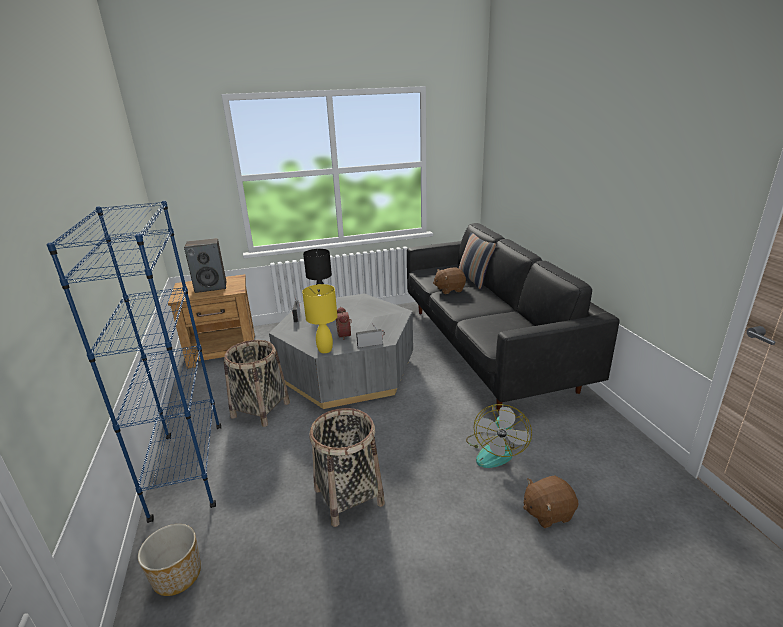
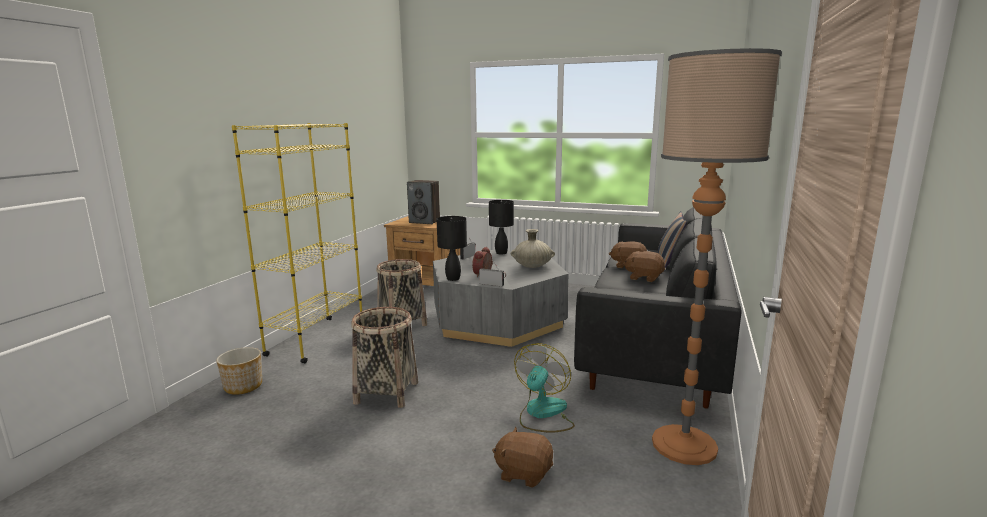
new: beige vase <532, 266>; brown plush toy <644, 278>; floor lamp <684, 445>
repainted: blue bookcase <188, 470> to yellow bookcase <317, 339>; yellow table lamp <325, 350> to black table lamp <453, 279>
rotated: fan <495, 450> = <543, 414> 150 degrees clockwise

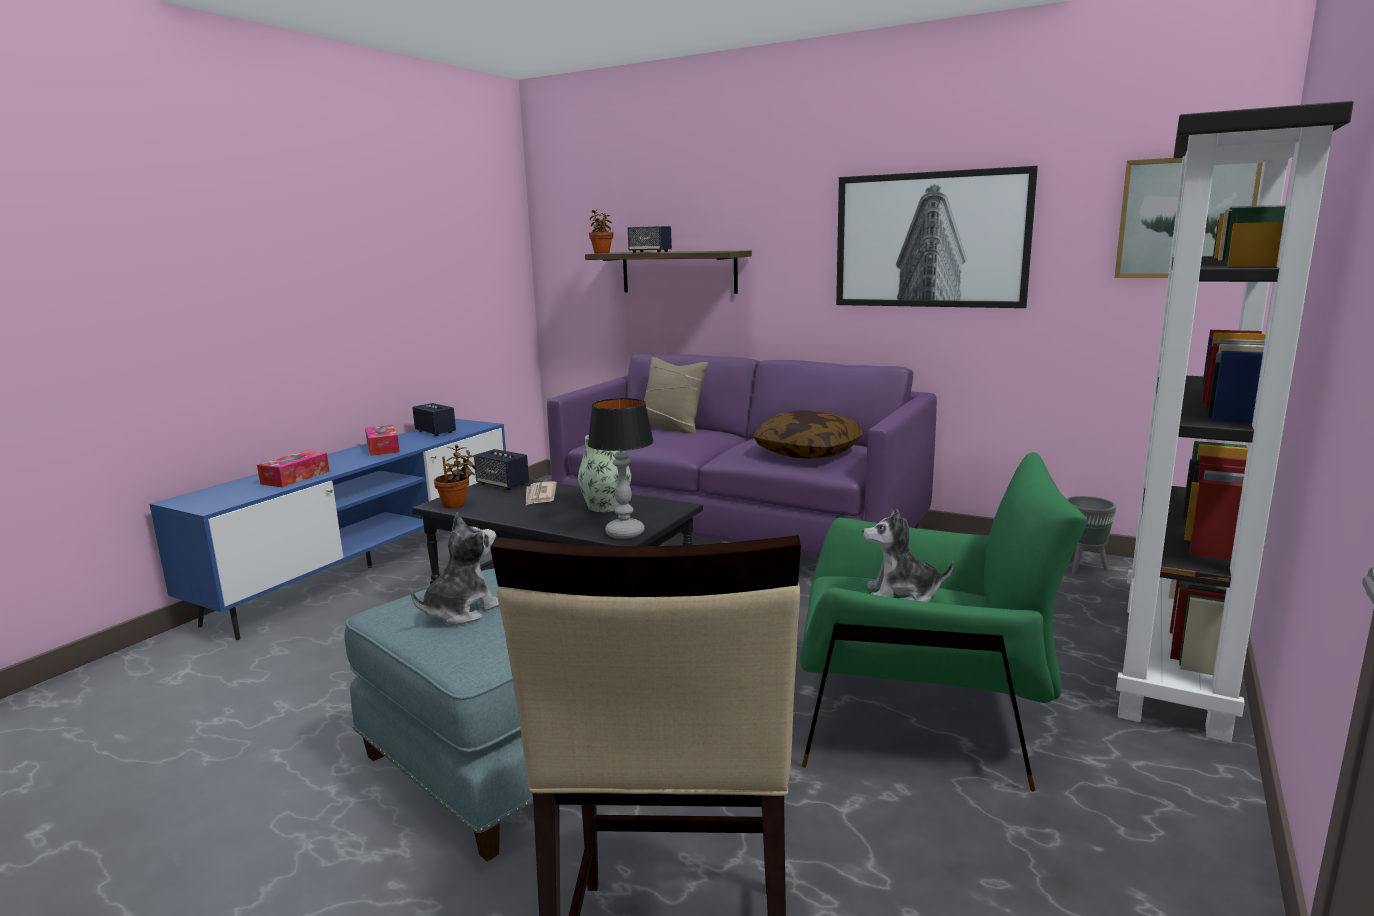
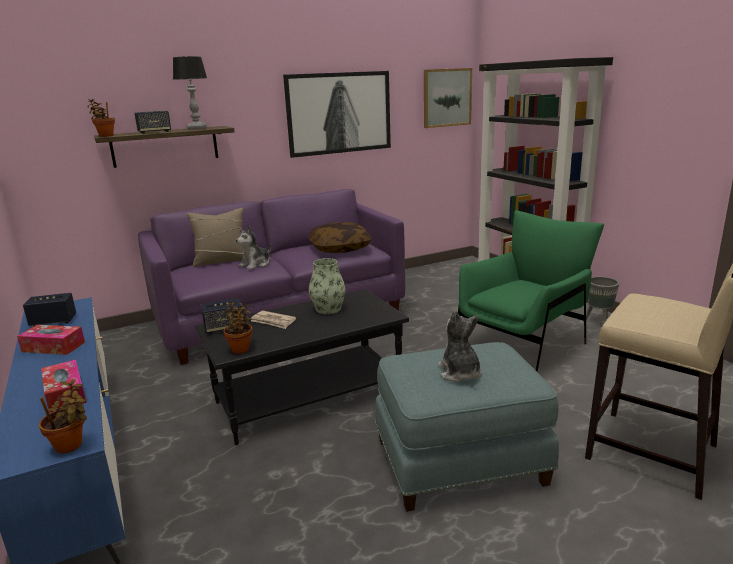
new: potted plant <72, 445>
shifted: table lamp <626, 533> to <197, 129>; plush toy <902, 595> to <255, 264>; grey planter <1084, 568> to <599, 322>

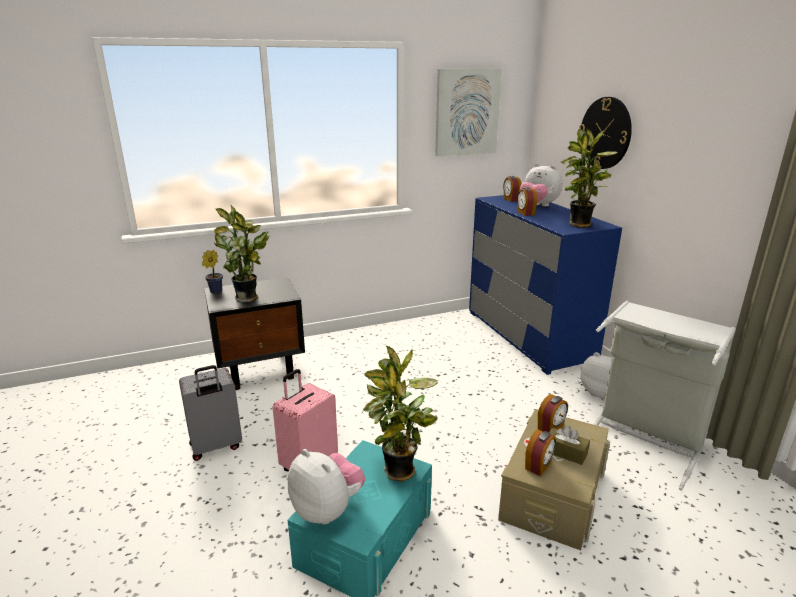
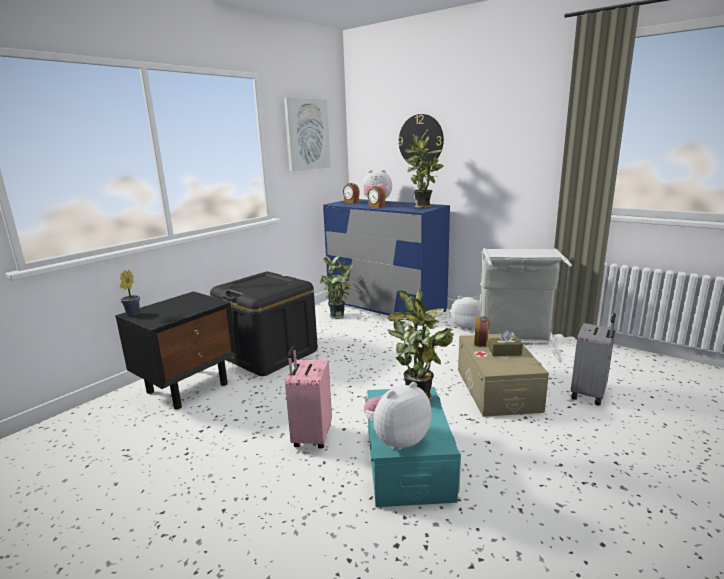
gone: alarm clock <538, 466>
new: black storage box <268, 353>
shifted: grey suitcase <216, 447> to <589, 394>; potted plant <249, 298> to <338, 316>
rotated: plush toy <327, 510> = <397, 439> 45 degrees counterclockwise

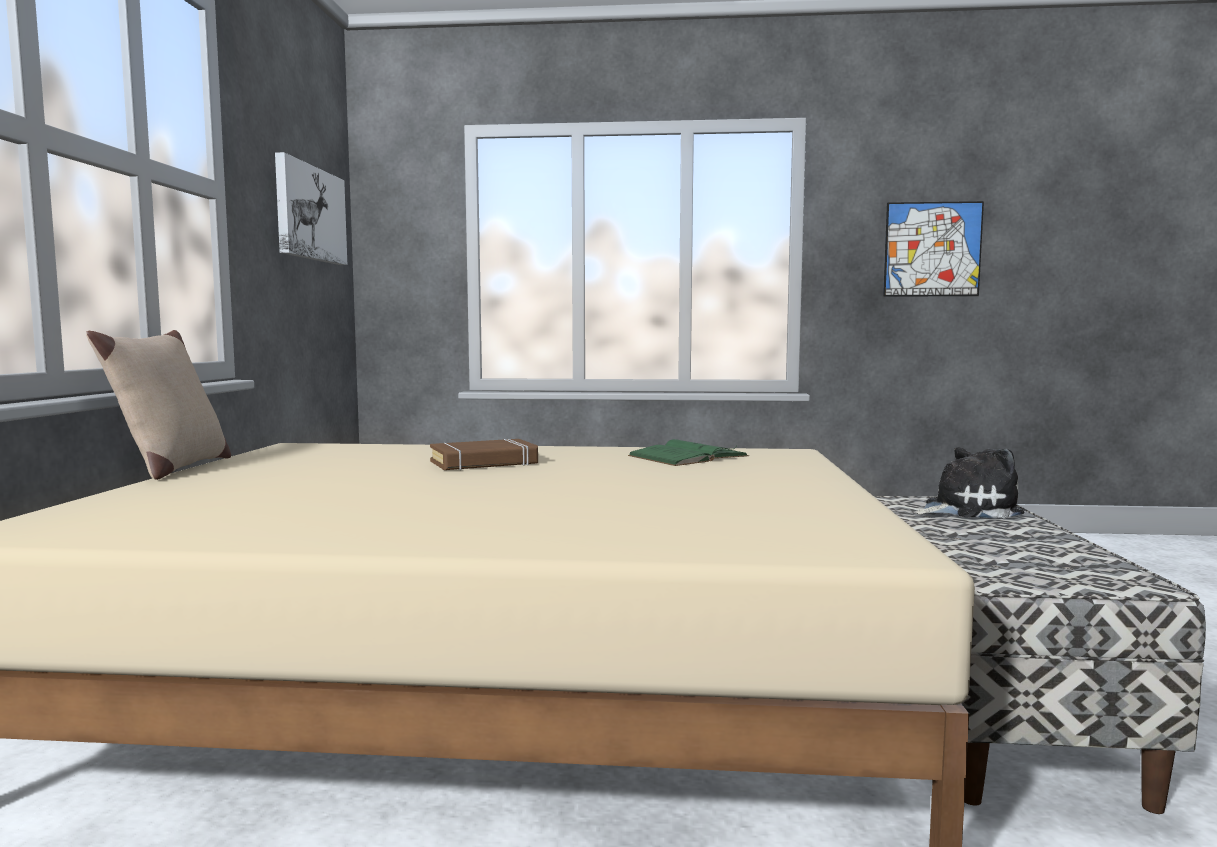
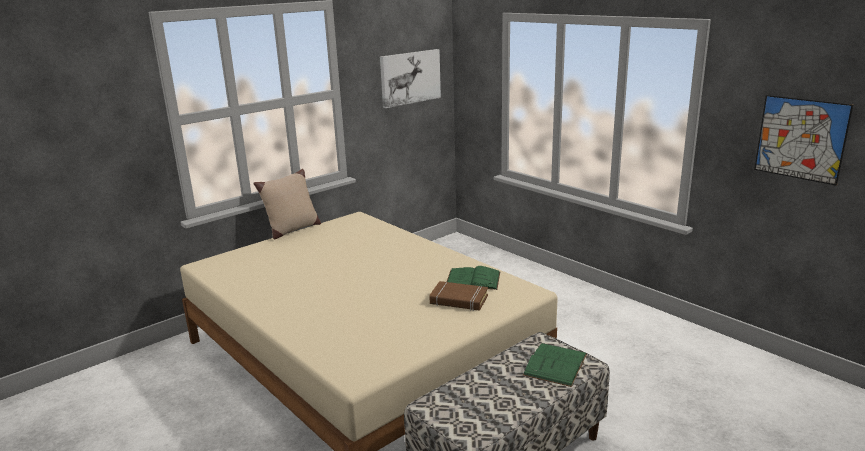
shifted: brown book <484, 463> to <458, 300>
swapped: plush toy <966, 509> to green book <555, 364>

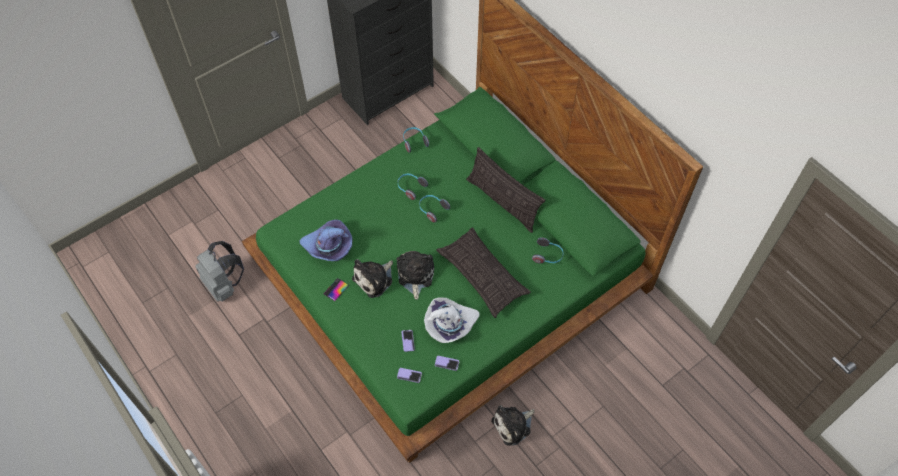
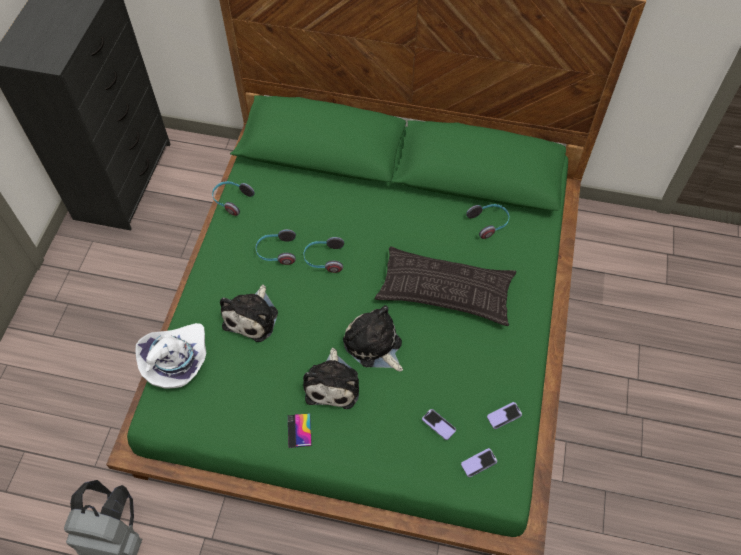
gone: purple hat <328, 247>; pillow <502, 202>
shifted: white hat <450, 324> to <176, 360>; plush toy <513, 425> to <252, 317>

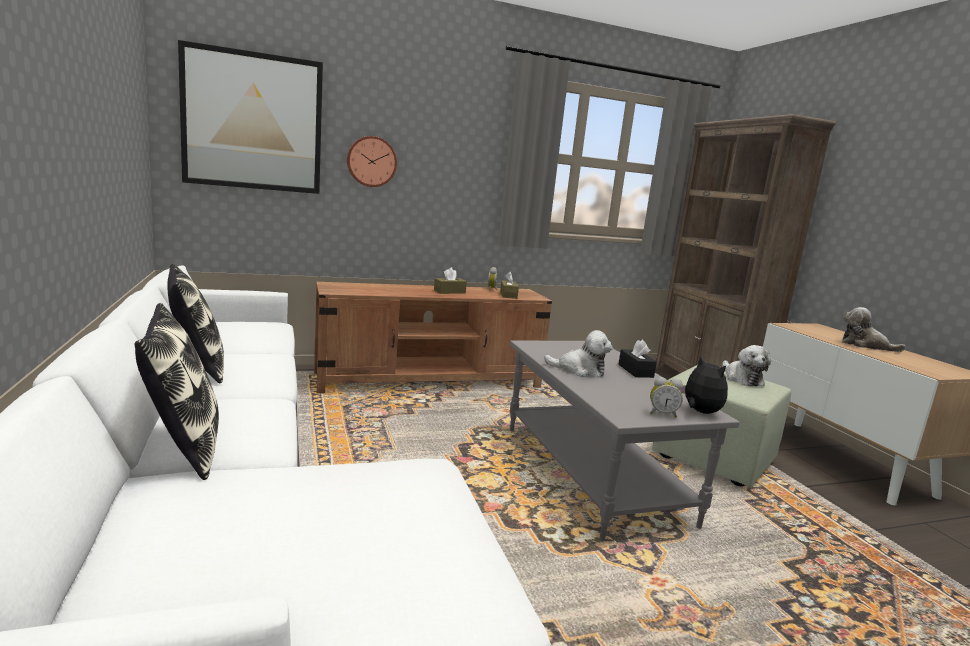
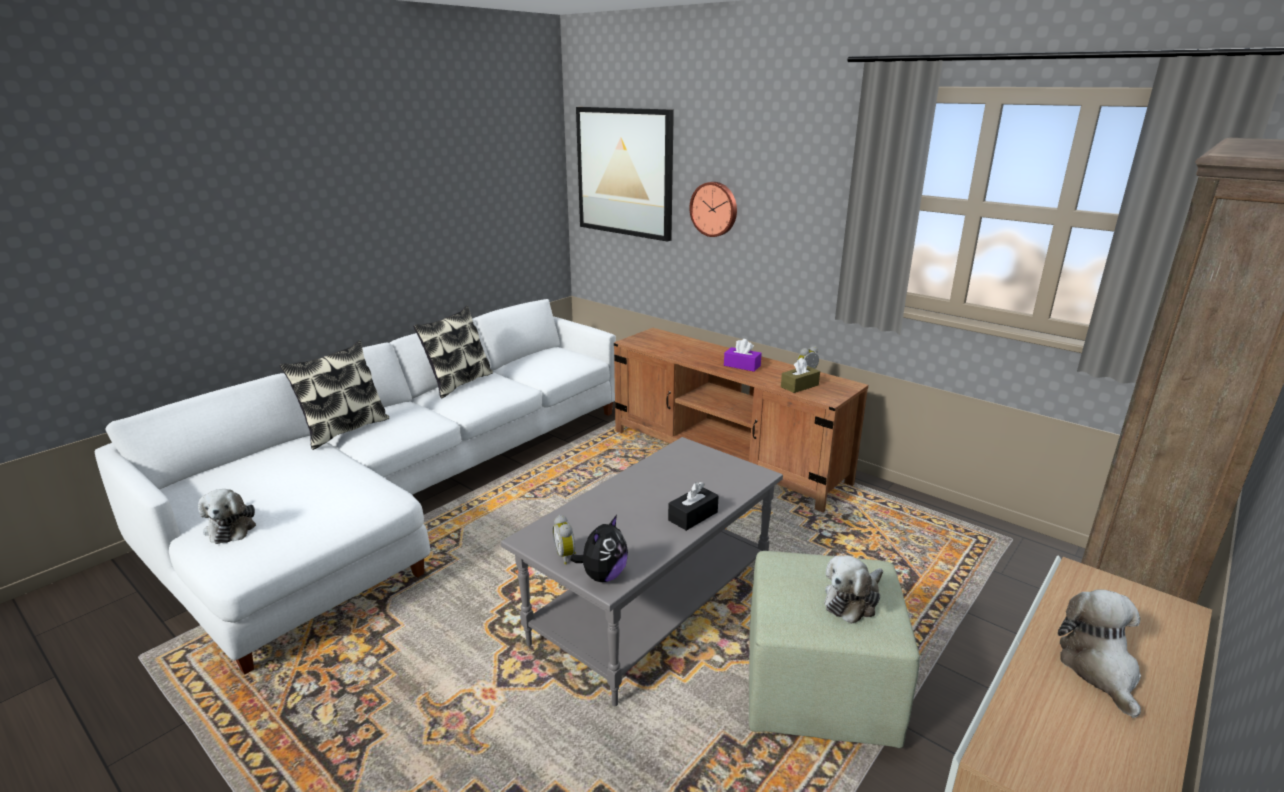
shifted: plush toy <580, 370> to <231, 527>
repainted: brown tissue box <449, 292> to purple tissue box <742, 366>

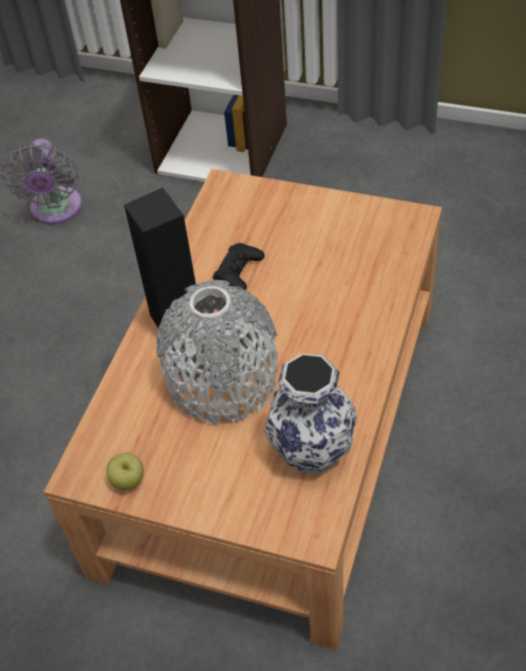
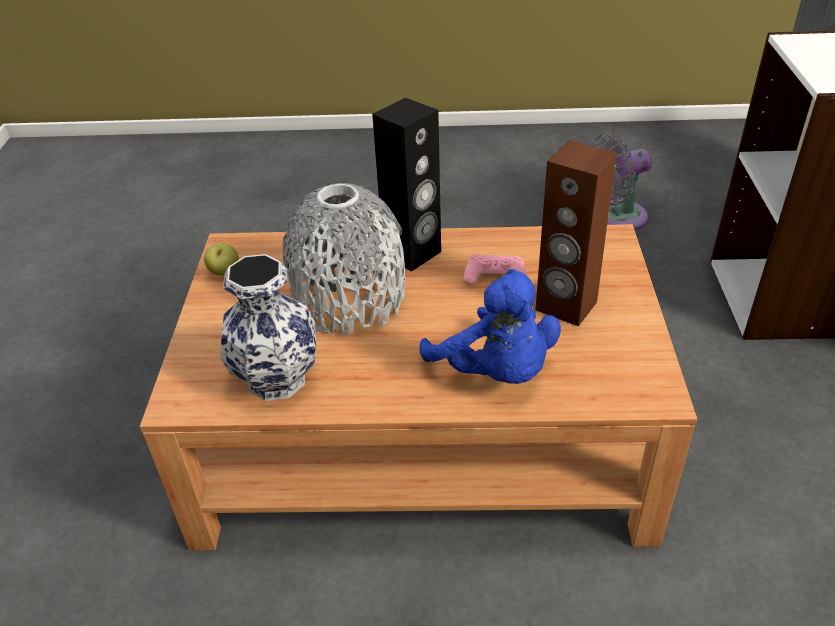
new: blue plush toy <495, 372>; brown speaker <565, 306>
repainted: black game controller <239, 271> to pink game controller <495, 276>

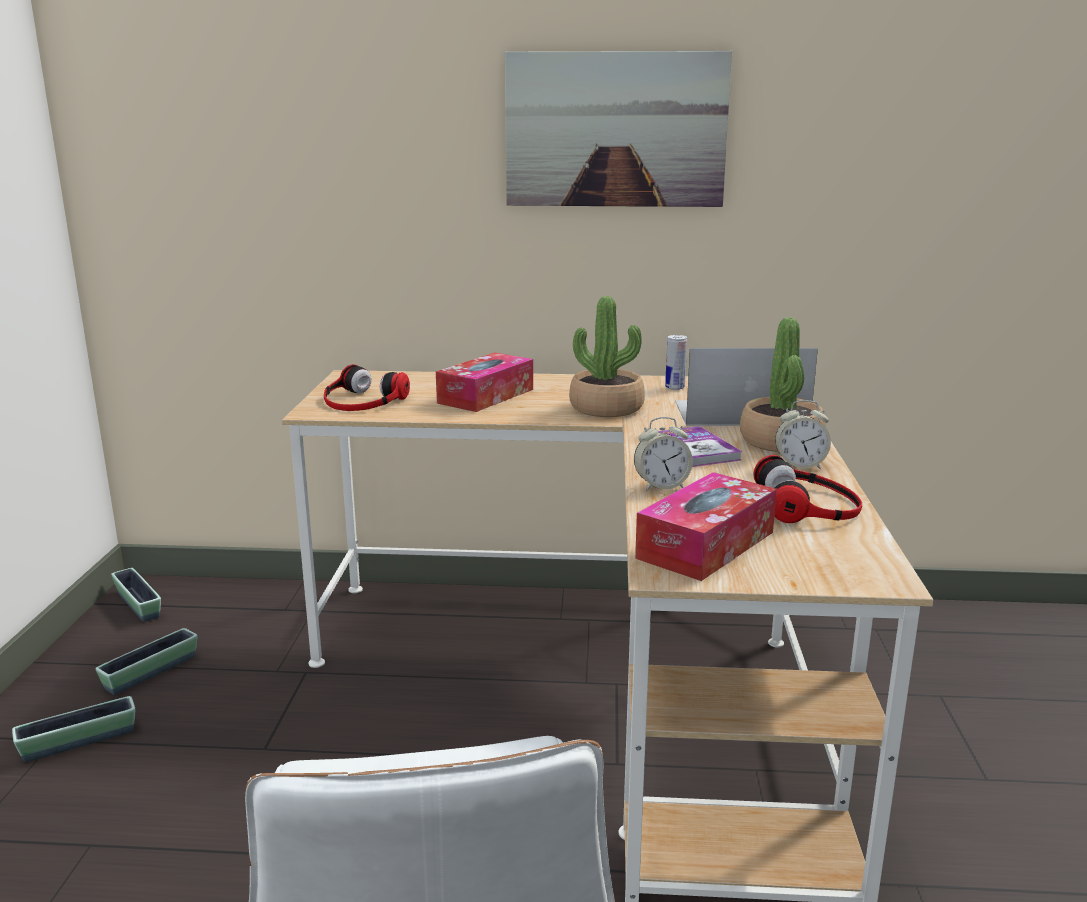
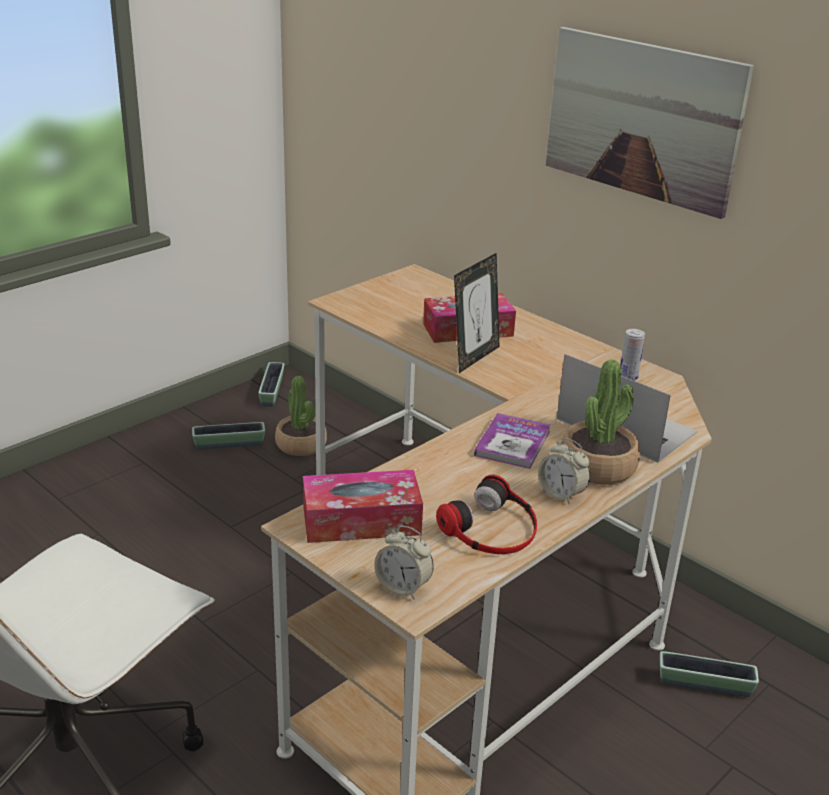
gone: headphones <362, 400>
new: picture frame <474, 357>
shifted: planter <79, 742> to <704, 684>; potted plant <606, 408> to <301, 444>; alarm clock <661, 486> to <403, 588>

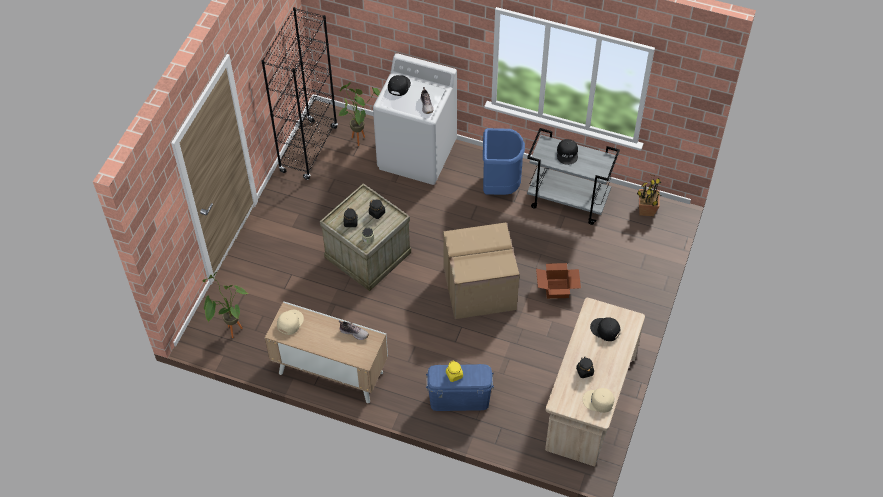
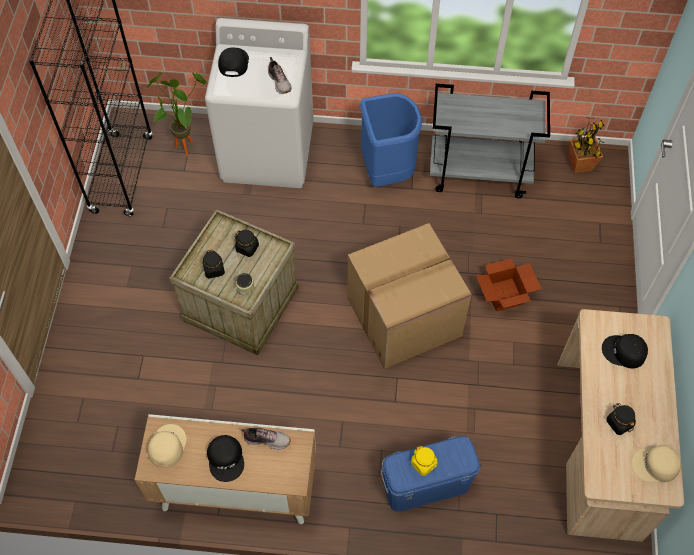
gone: potted plant <230, 331>
shifted: black cap <567, 153> to <226, 459>

